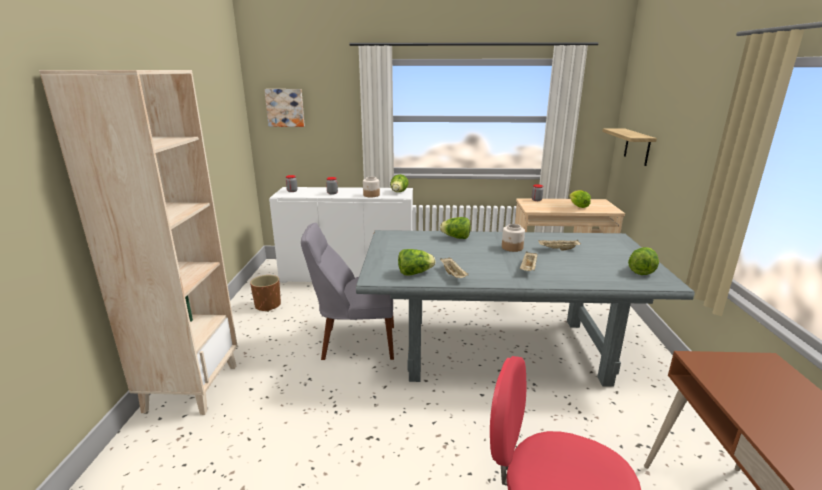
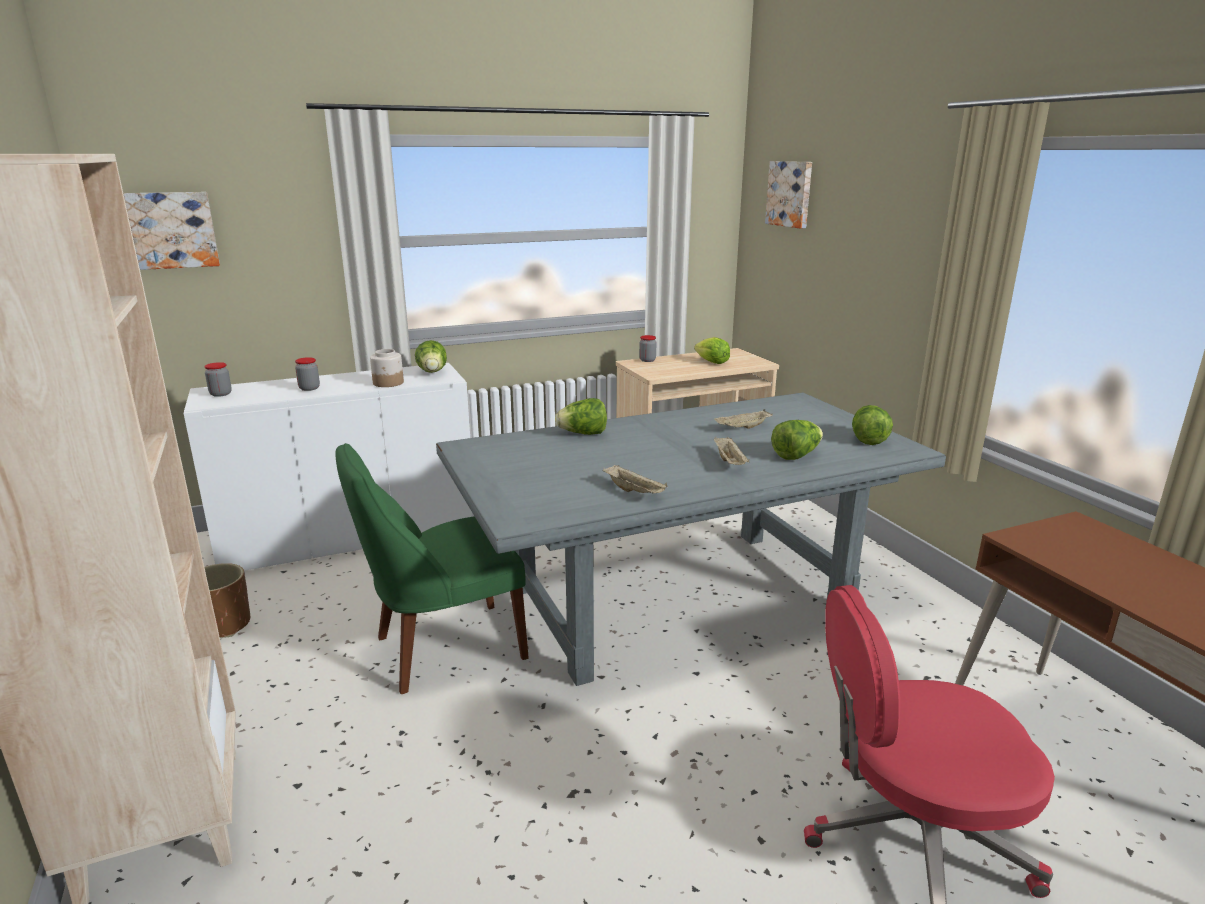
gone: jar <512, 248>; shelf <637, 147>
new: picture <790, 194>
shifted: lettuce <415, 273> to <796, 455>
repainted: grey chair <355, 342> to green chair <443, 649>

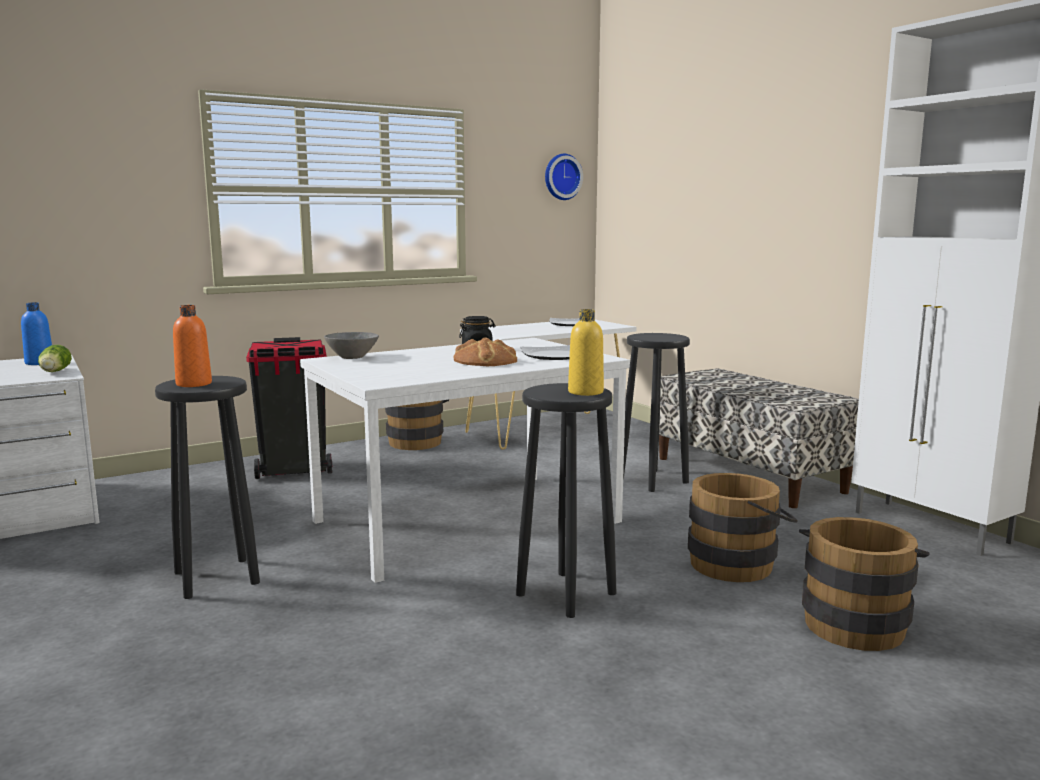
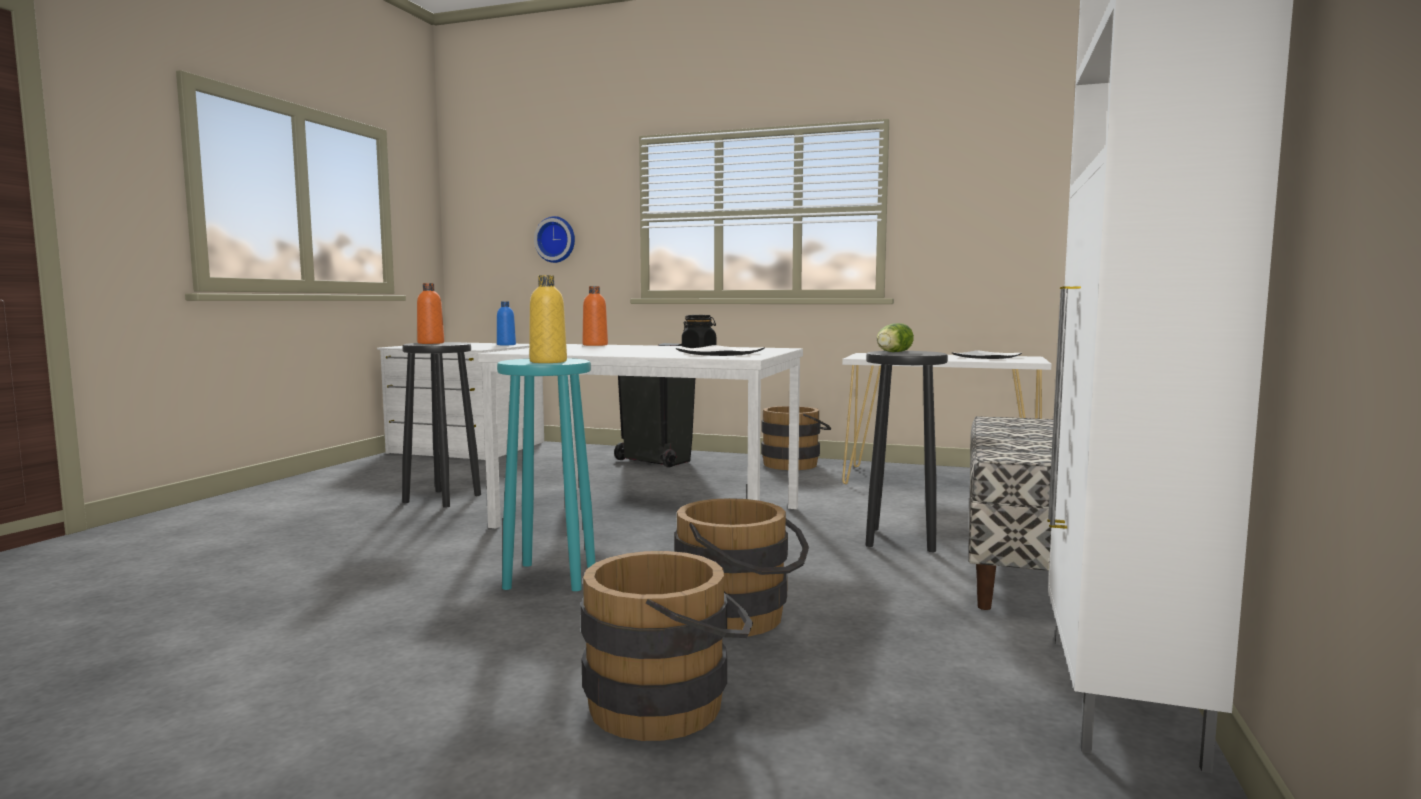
gone: bread <486, 361>
shifted: lettuce <54, 372> to <892, 352>; wall clock <561, 177> to <556, 239>
swapped: grey bowl <353, 357> to orange bottle <595, 345>
repainted: black stool <565, 594> to turquoise stool <549, 577>

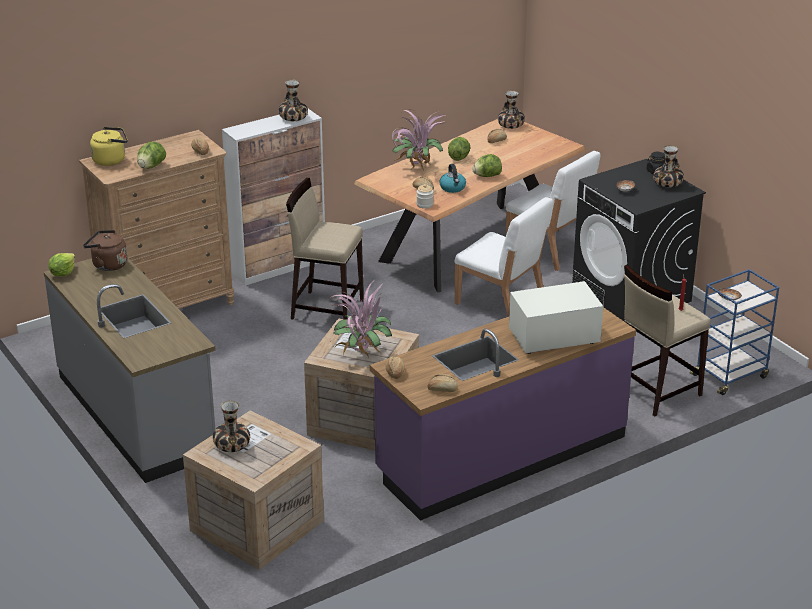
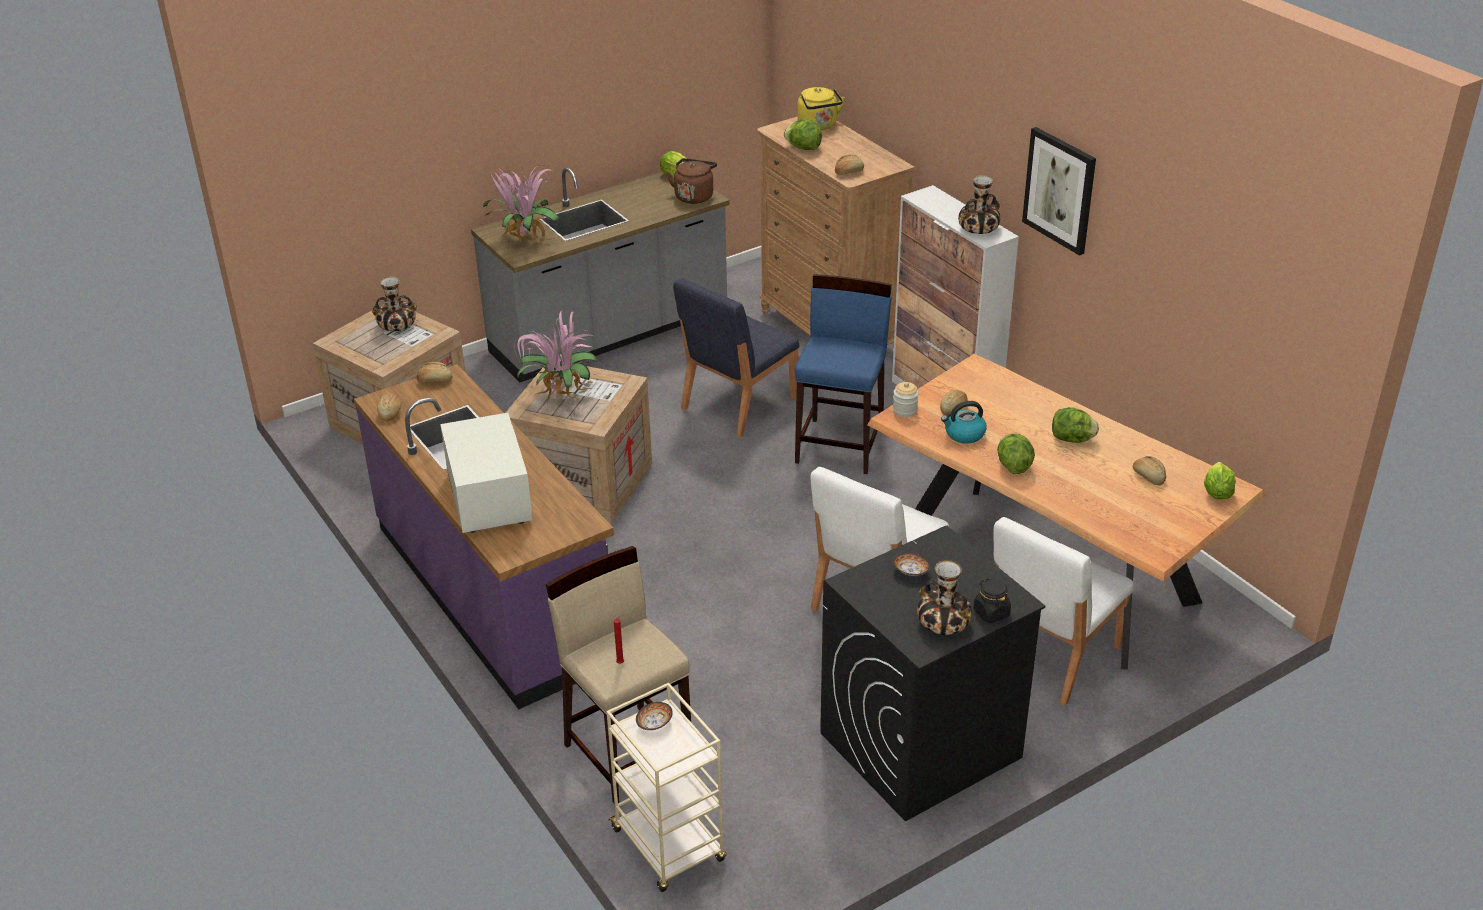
new: blue chair <737, 404>; picture <1060, 190>
shifted: potted plant <416, 168> to <524, 240>
swapped: vase <511, 125> to lettuce <1217, 493>
repainted: beige stool <327, 309> to blue stool <841, 445>; blue cart <730, 375> to beige cart <669, 846>

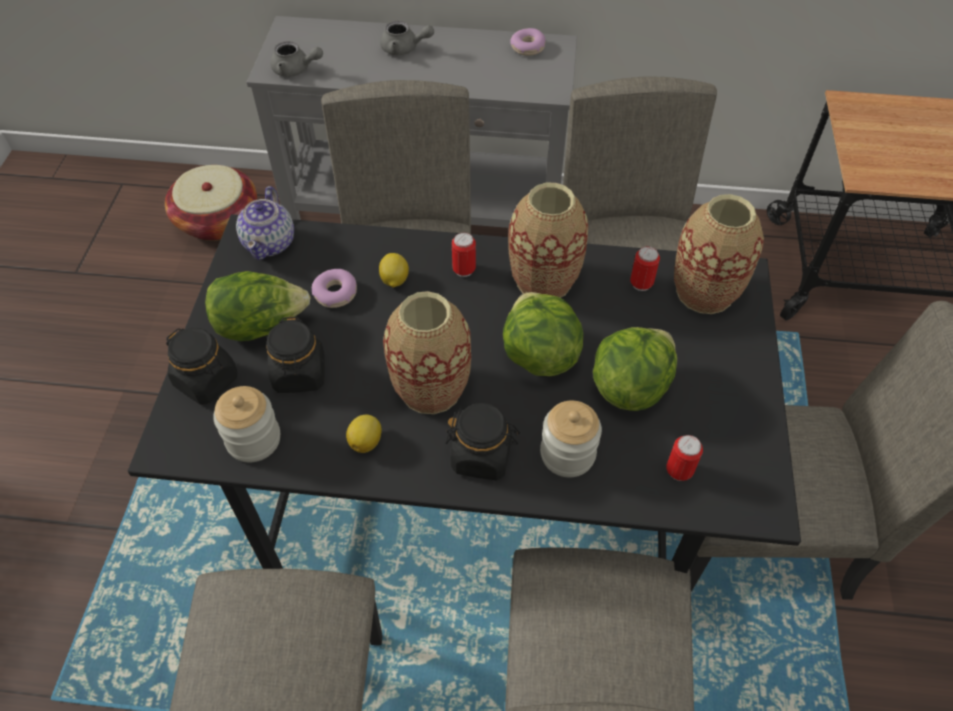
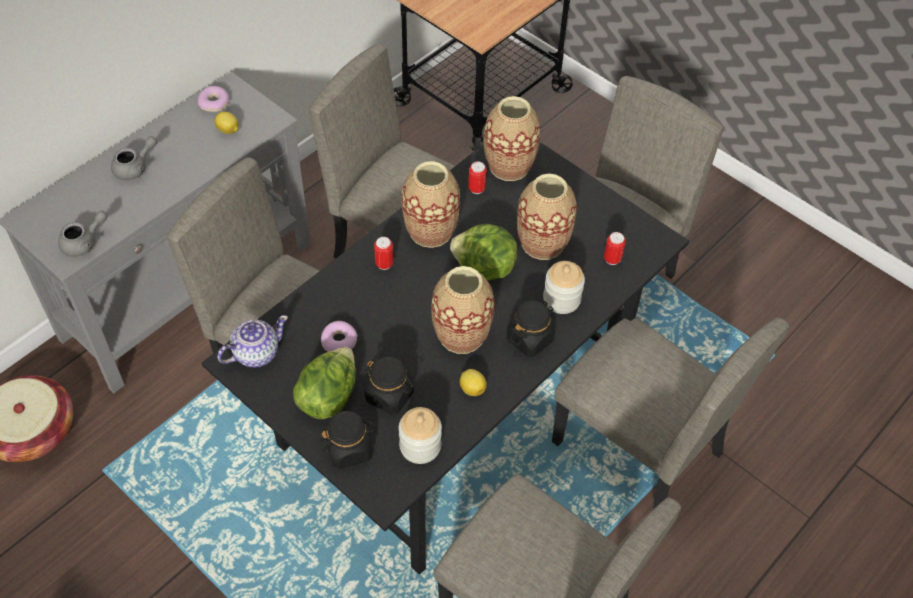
shifted: lemon <394, 280> to <228, 130>
swapped: lettuce <629, 386> to vase <542, 243>
rotated: teapot <270, 242> = <255, 353> 75 degrees counterclockwise

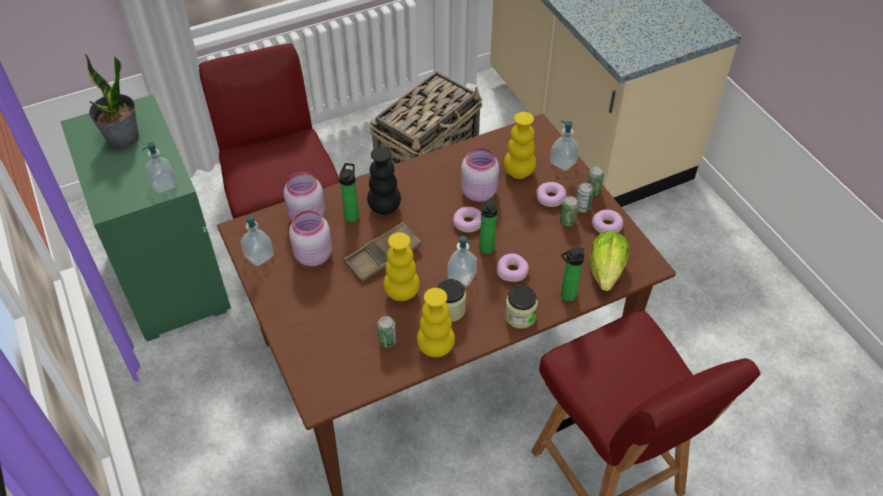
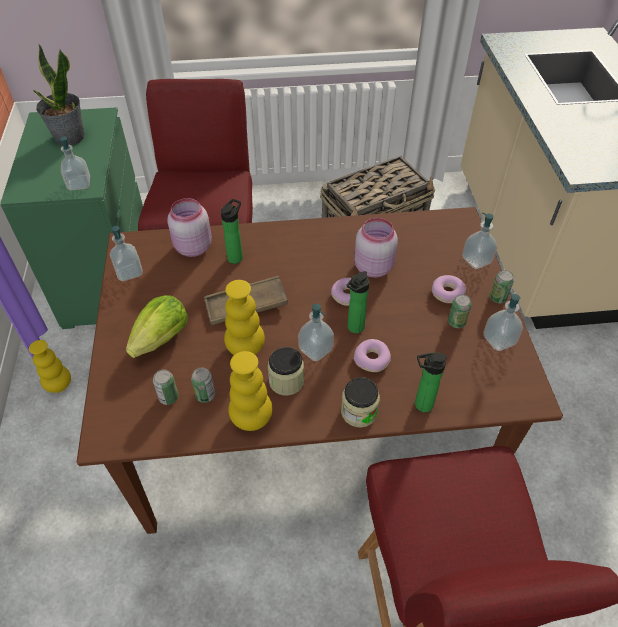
gone: pink jar <312, 255>; black vase <384, 208>
shifted: yellow vase <518, 172> to <59, 385>; can <582, 207> to <168, 397>; lettuce <606, 271> to <162, 338>
swapped: donut <607, 226> to soap dispenser <499, 340>

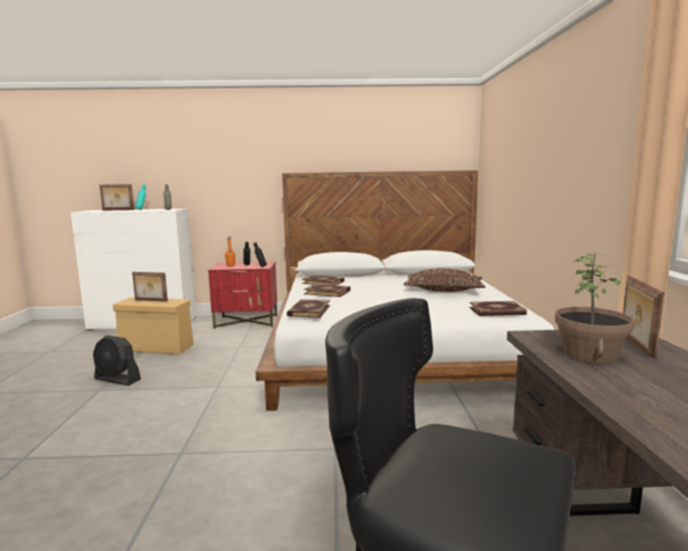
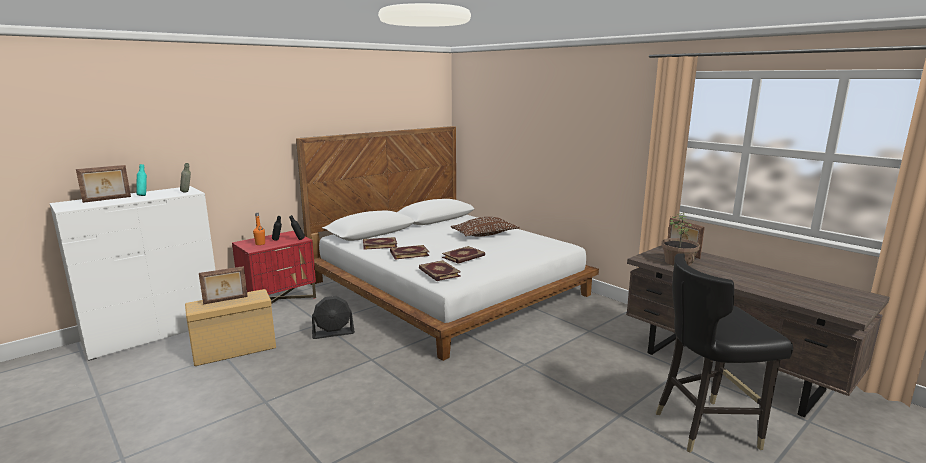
shifted: black fan <117, 379> to <333, 333>; book <497, 311> to <464, 257>

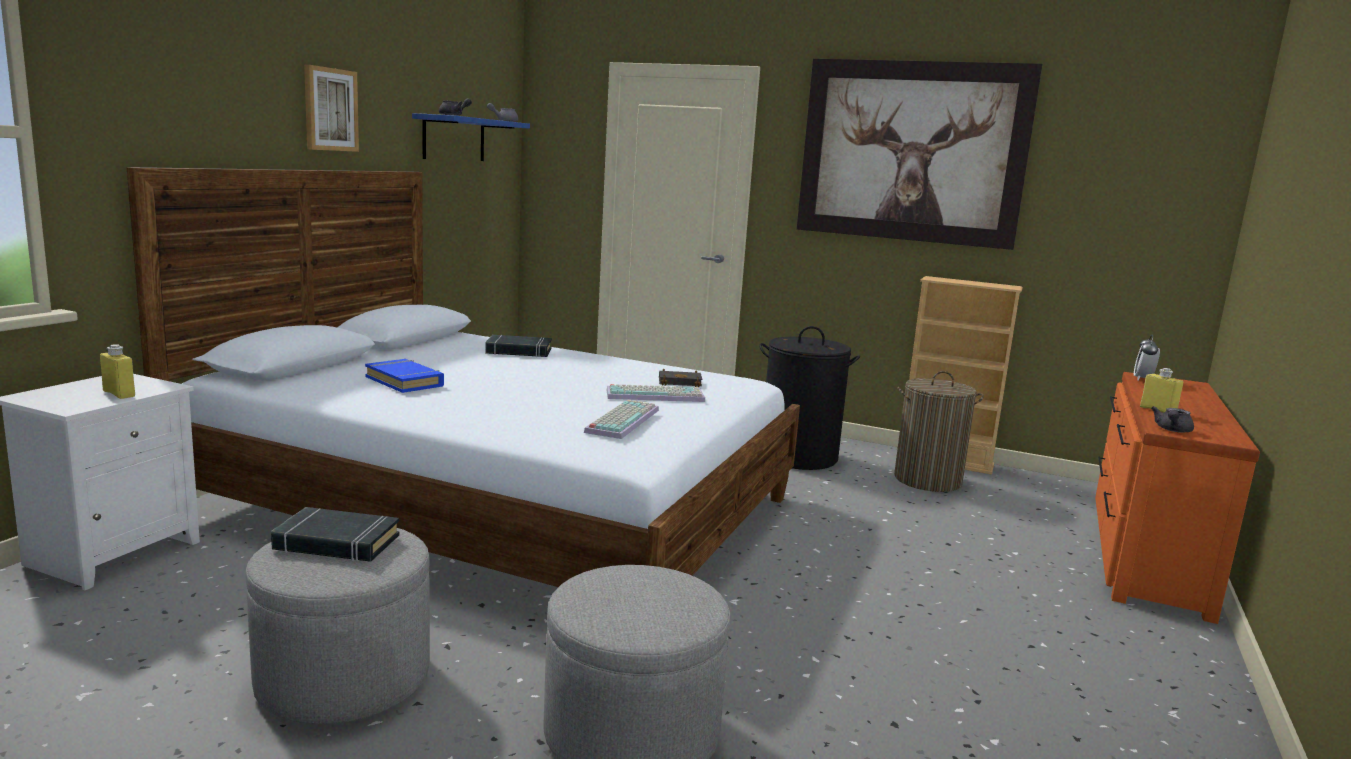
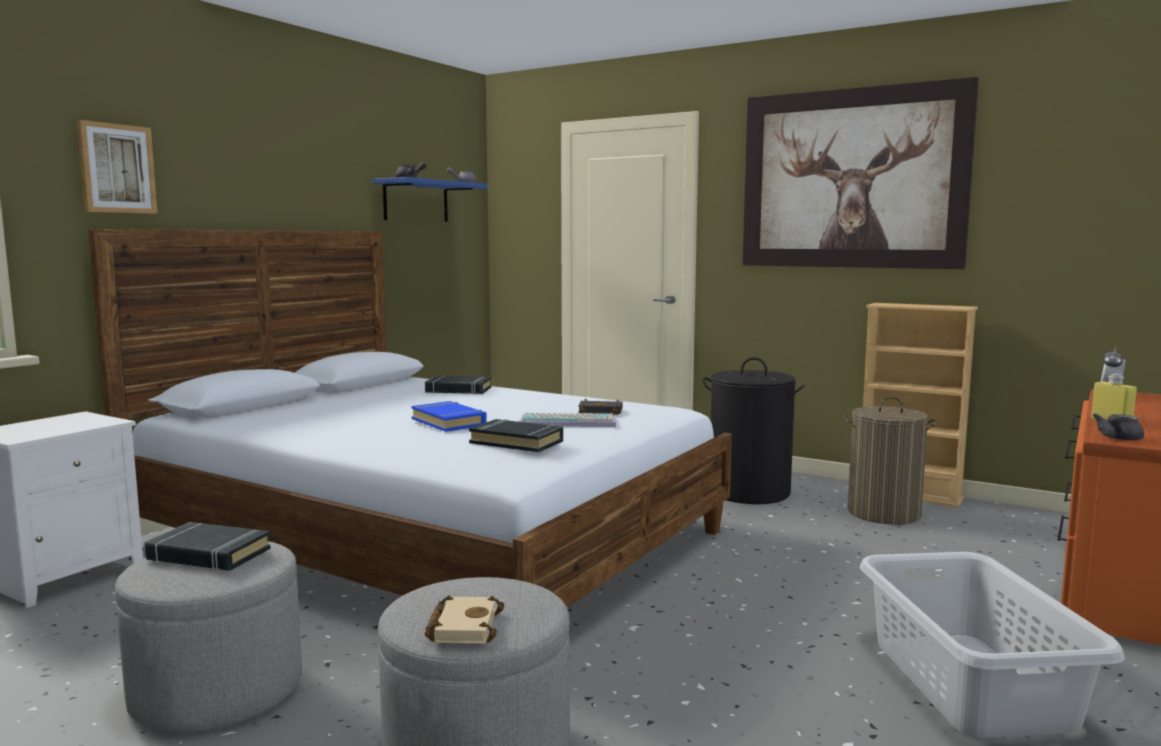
gone: yellow bottle <119, 394>
new: beige book <463, 626>; grey laundry basket <969, 683>
shifted: picture <330, 109> to <116, 168>; blue book <405, 381> to <449, 422>
swapped: keyboard <621, 420> to black book <517, 442>

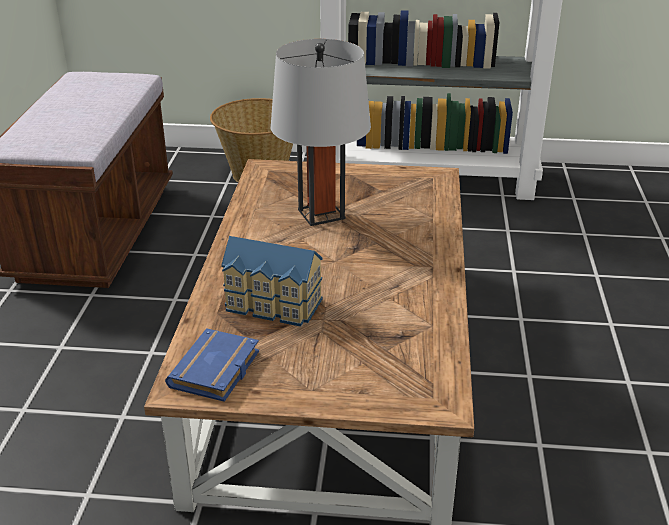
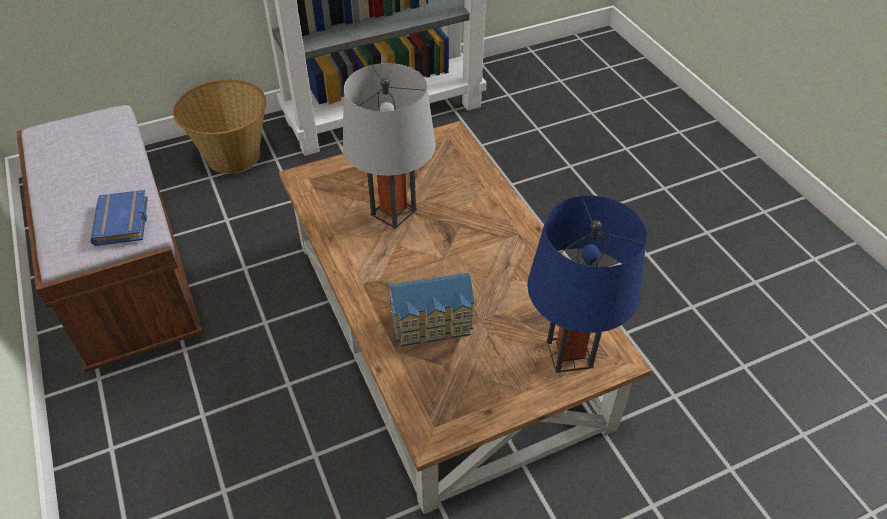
new: blue table lamp <569, 354>
shifted: blue book <216, 371> to <124, 222>

